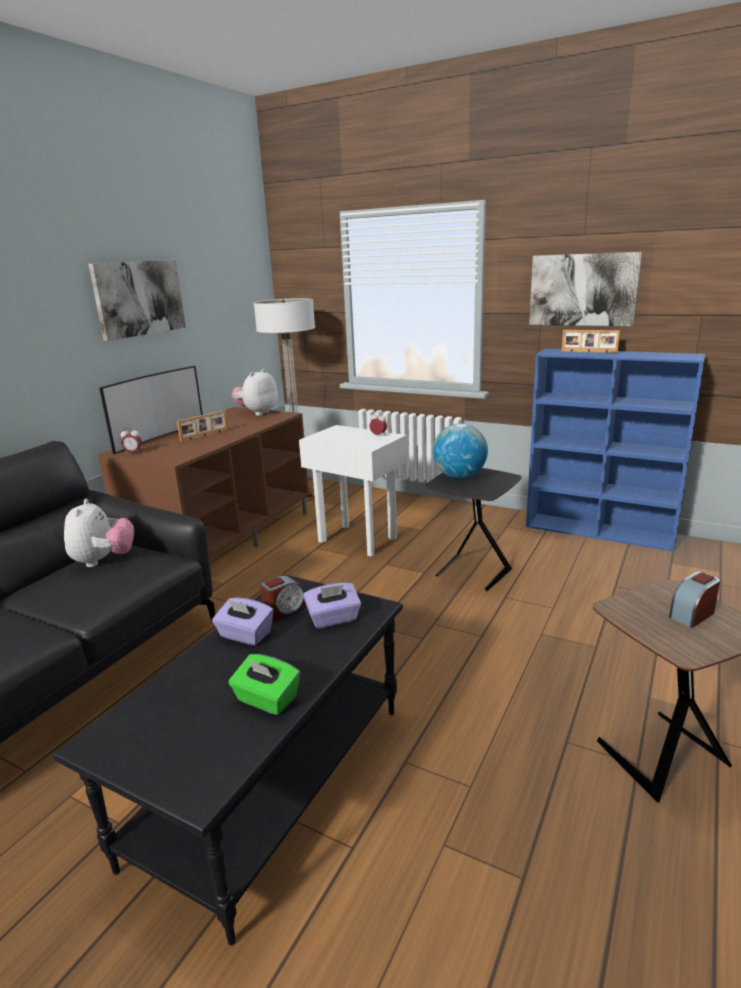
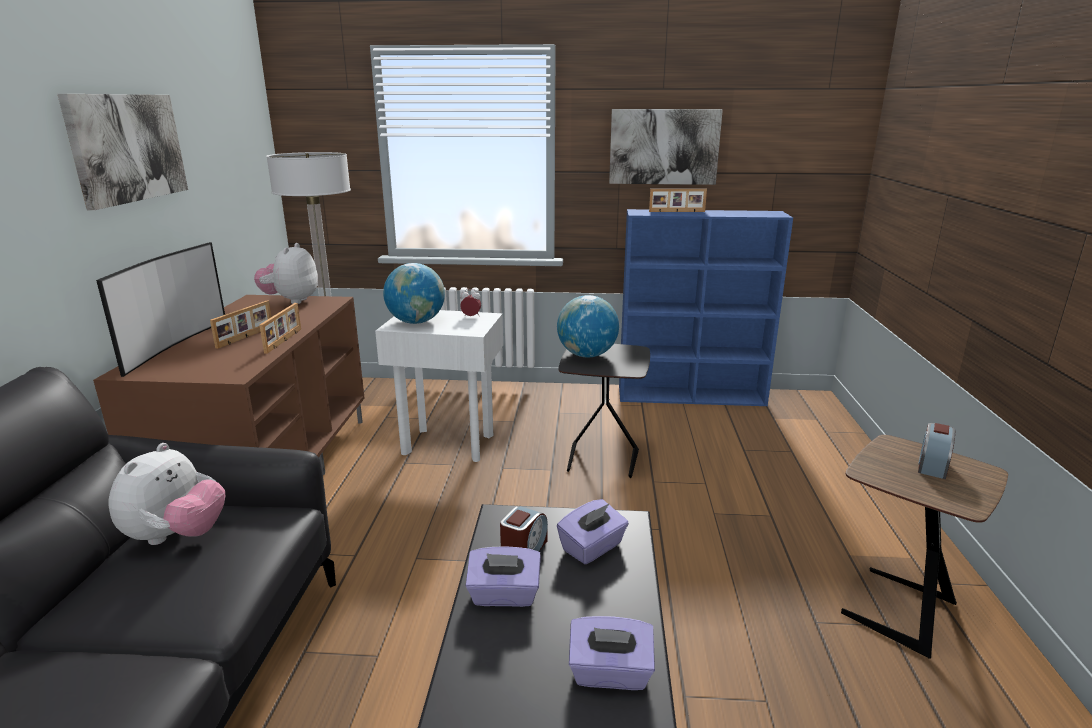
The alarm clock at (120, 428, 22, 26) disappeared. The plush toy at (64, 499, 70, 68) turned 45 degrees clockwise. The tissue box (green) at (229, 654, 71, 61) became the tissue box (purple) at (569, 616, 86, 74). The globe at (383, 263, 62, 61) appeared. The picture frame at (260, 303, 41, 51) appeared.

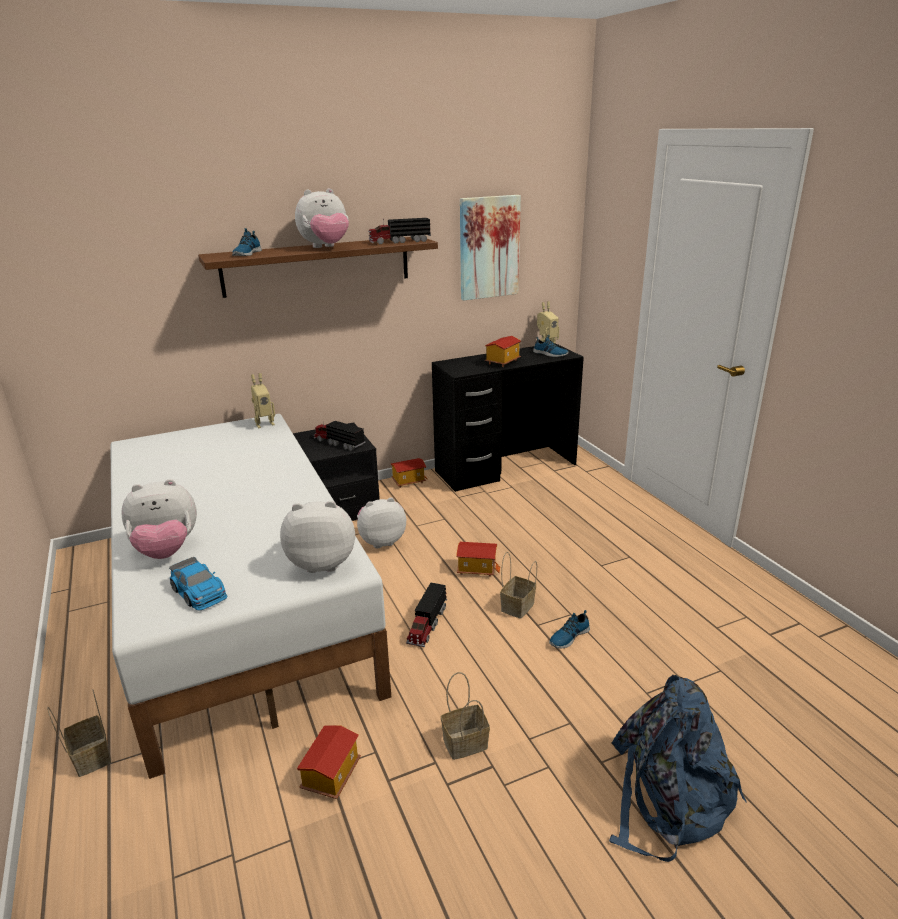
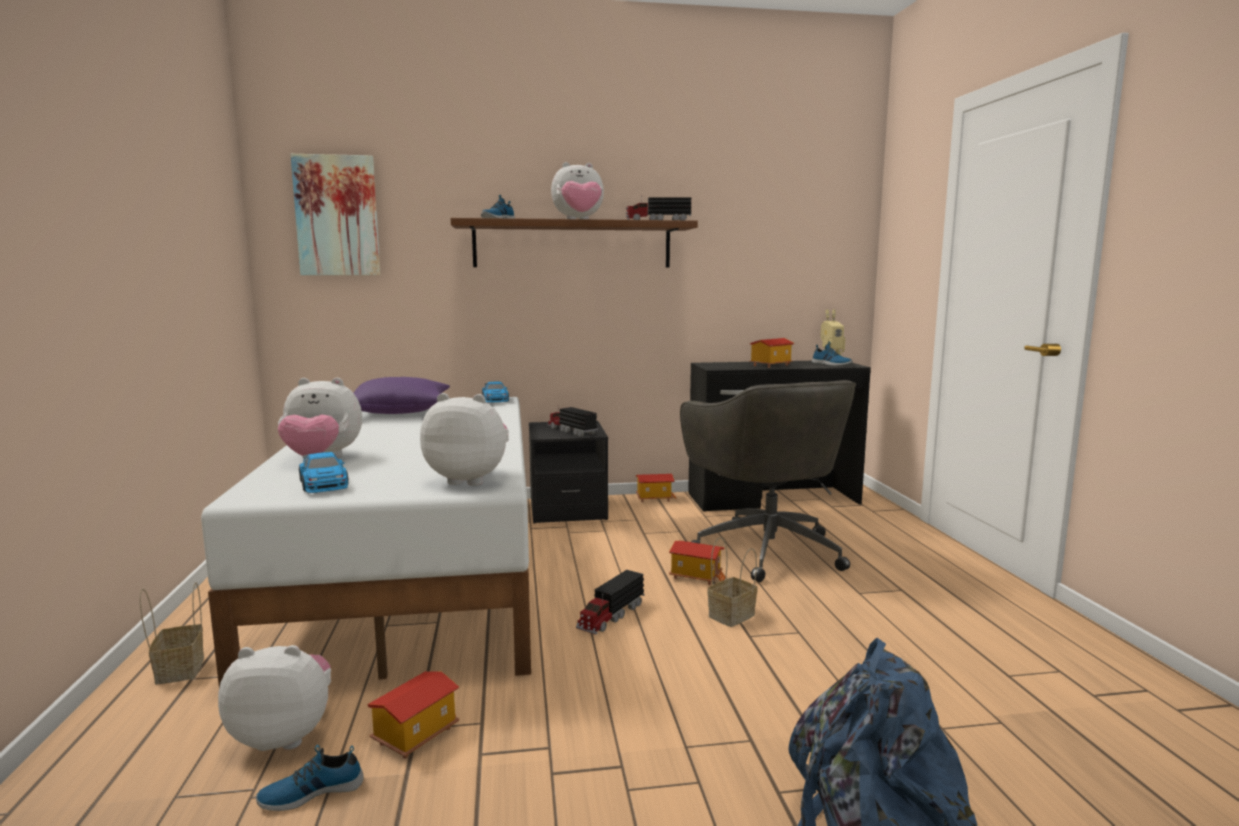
The picture moved from (460, 195, 61, 106) to (290, 154, 91, 121). The toy robot at (251, 373, 24, 55) was replaced by the toy car at (482, 382, 27, 21). The plush toy moved from (357, 497, 49, 51) to (218, 645, 113, 106). The shoe moved from (549, 610, 41, 39) to (256, 745, 108, 66). The basket at (441, 672, 49, 88) disappeared. The pillow (purple) at (354, 377, 96, 37) appeared. The office chair (grey) at (680, 380, 176, 202) appeared.

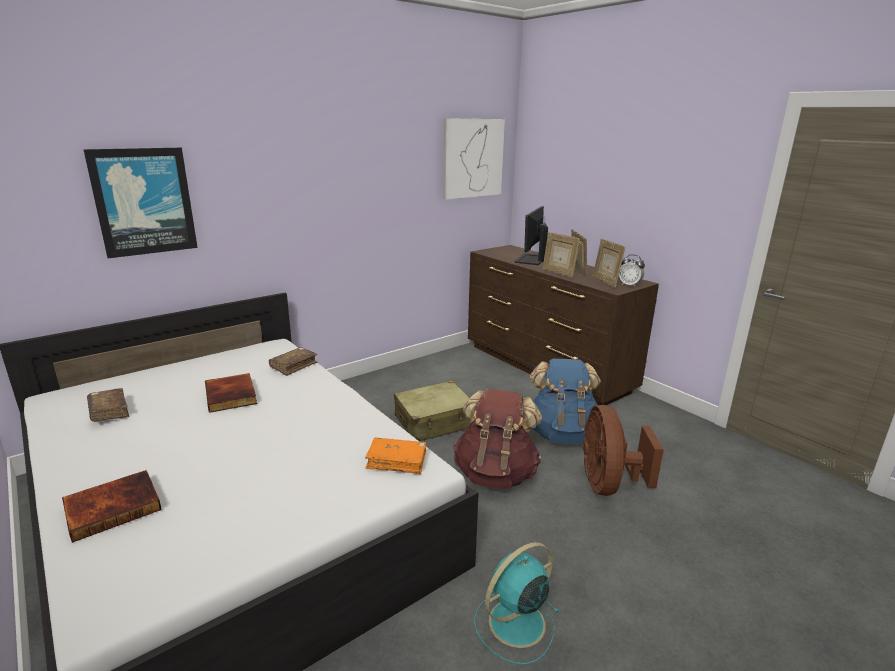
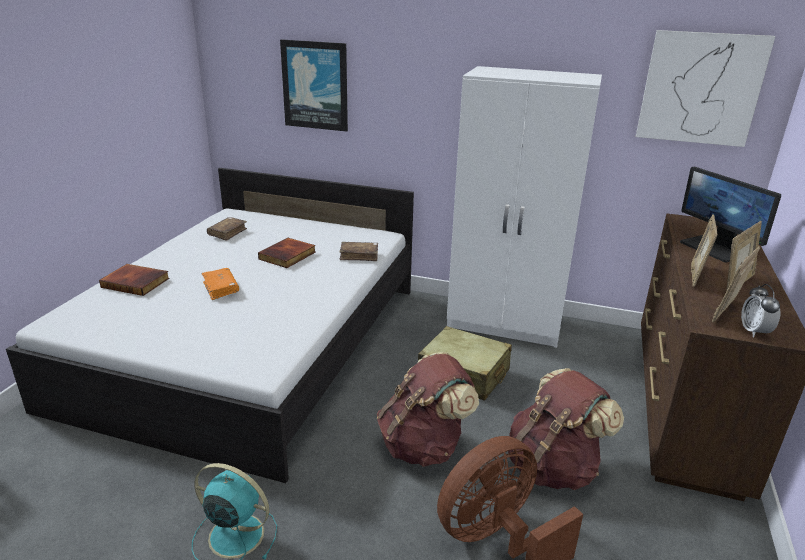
The monitor at (515, 206, 33, 59) turned 105 degrees counterclockwise. The backpack (blue) at (530, 359, 73, 85) became the backpack (brown) at (508, 368, 116, 122). The book (orange) moved from (365, 437, 61, 37) to (202, 268, 37, 32). The wardrobe (white) at (447, 66, 155, 282) appeared.

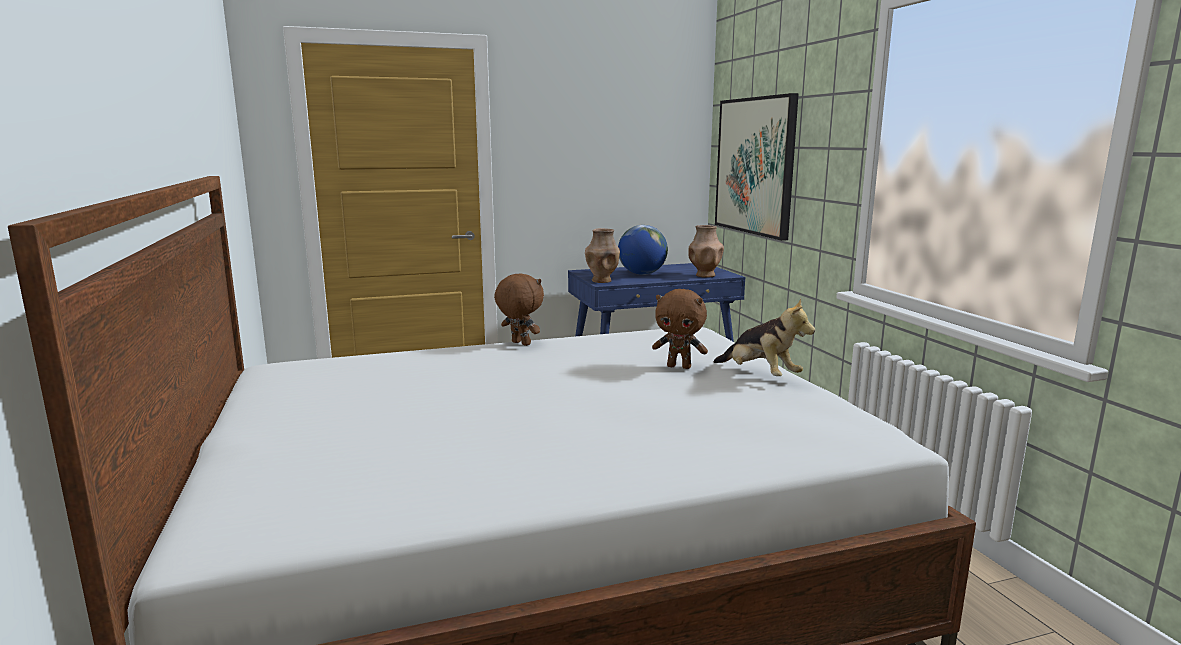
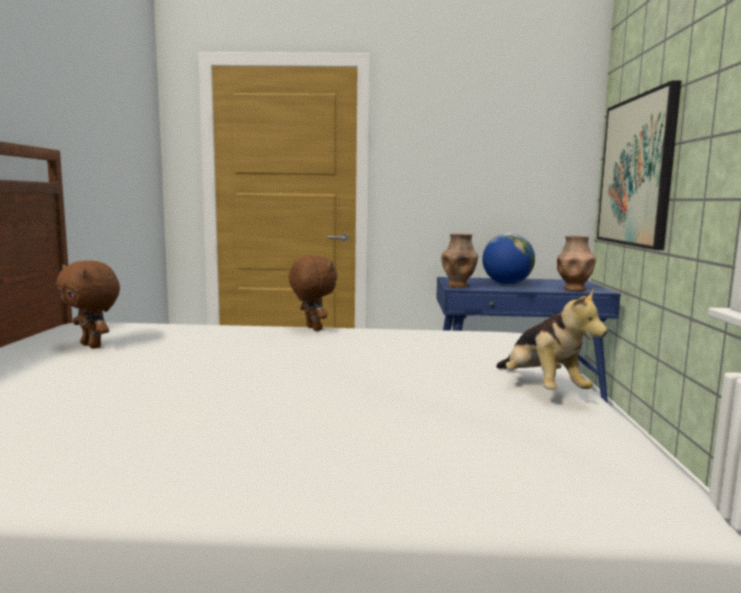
The plush toy (brown) moved from (652, 289, 56, 80) to (56, 260, 64, 89).

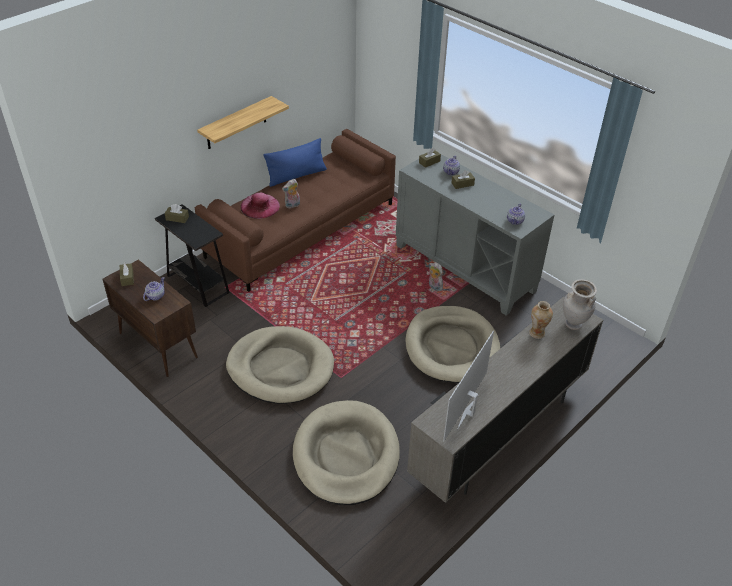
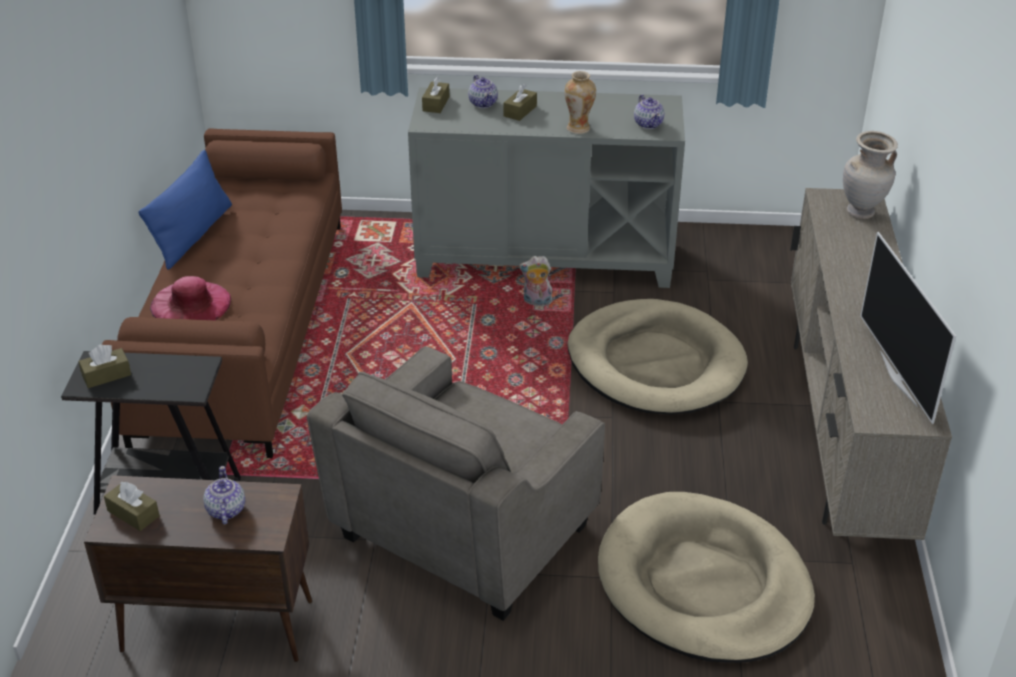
The shelf at (197, 96, 92, 53) disappeared. The plush toy at (282, 179, 18, 29) disappeared. The vase moved from (529, 301, 24, 38) to (564, 71, 32, 63). The dog bed (beige) at (226, 326, 108, 78) was replaced by the armchair (grey) at (307, 346, 298, 275).

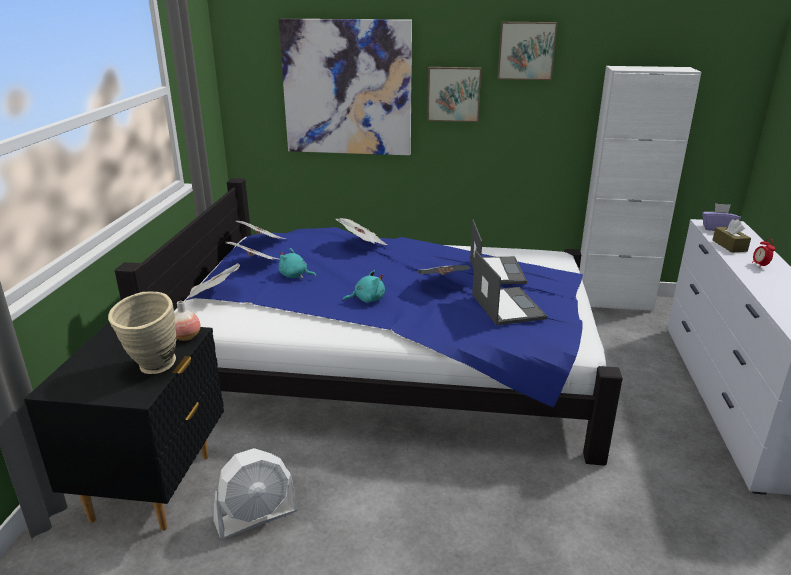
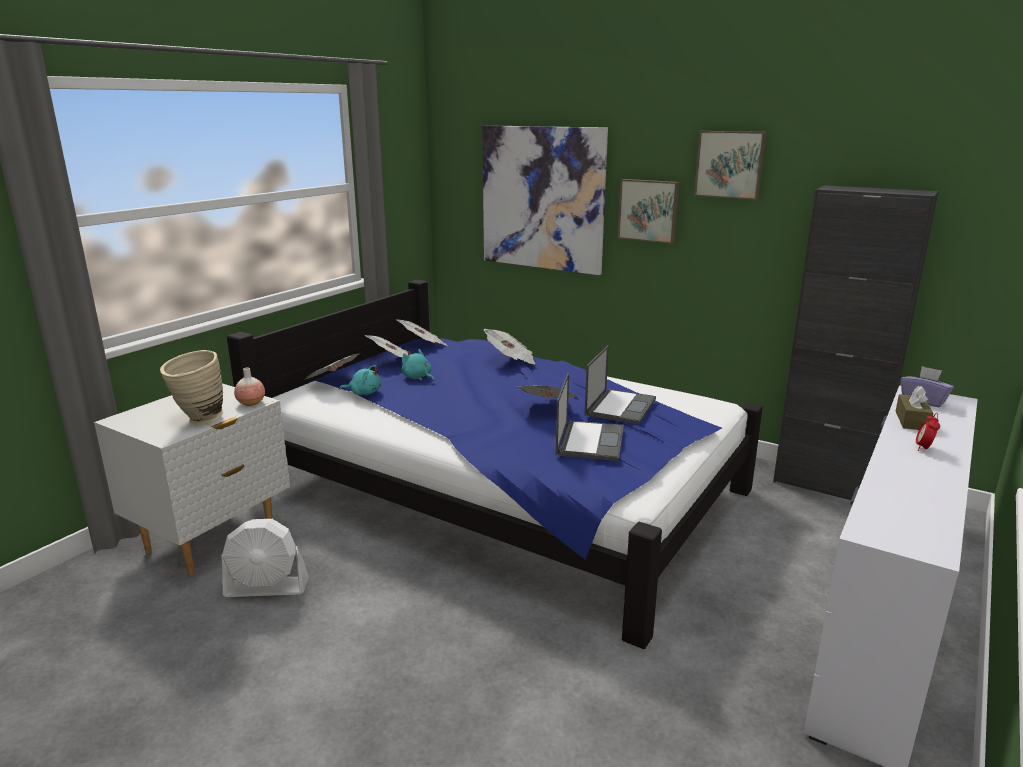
The cabinet (white) at (579, 66, 122, 246) became the cabinet (black) at (773, 185, 166, 315). The plush toy (turquoise) moved from (342, 270, 43, 33) to (339, 365, 42, 30). The nightstand (black) at (24, 322, 200, 209) became the nightstand (white) at (94, 383, 196, 193).

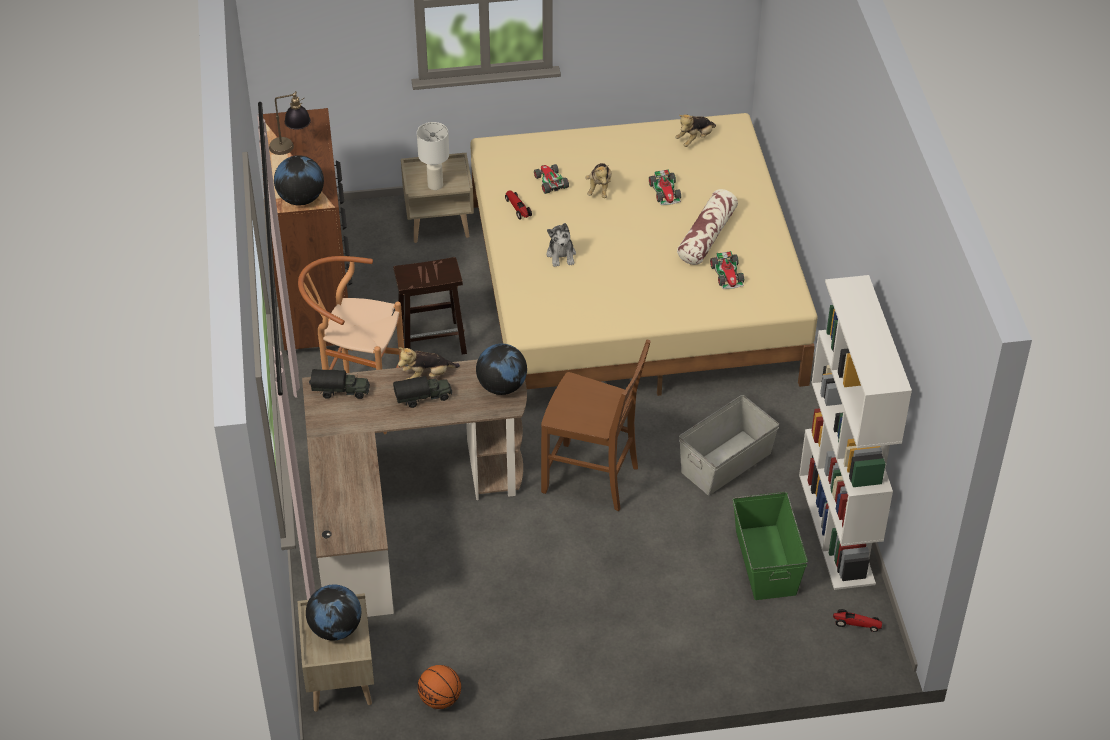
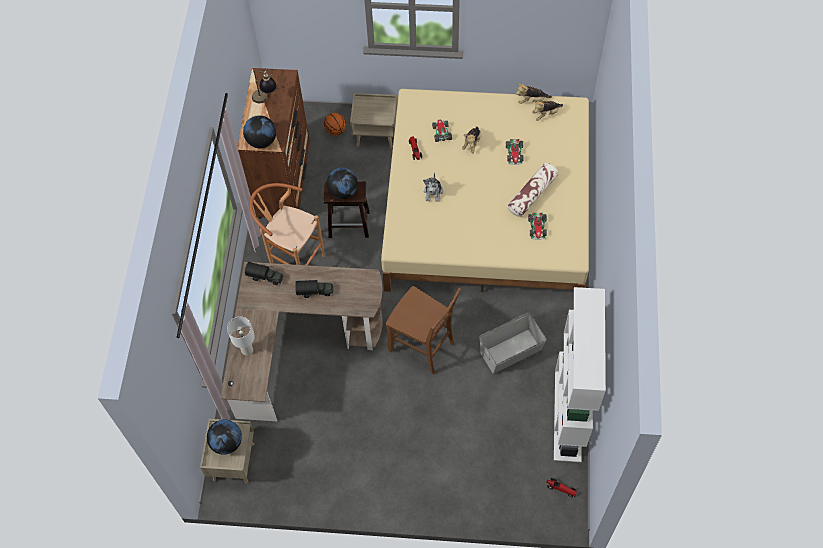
The table lamp (white) moved from (417, 122, 32, 68) to (227, 316, 28, 39). The globe moved from (476, 344, 51, 51) to (326, 168, 32, 31). The plush toy moved from (398, 347, 62, 33) to (516, 83, 36, 21). The storage box (green) at (733, 492, 75, 108) disappeared. The basketball moved from (418, 665, 43, 44) to (324, 113, 22, 23).

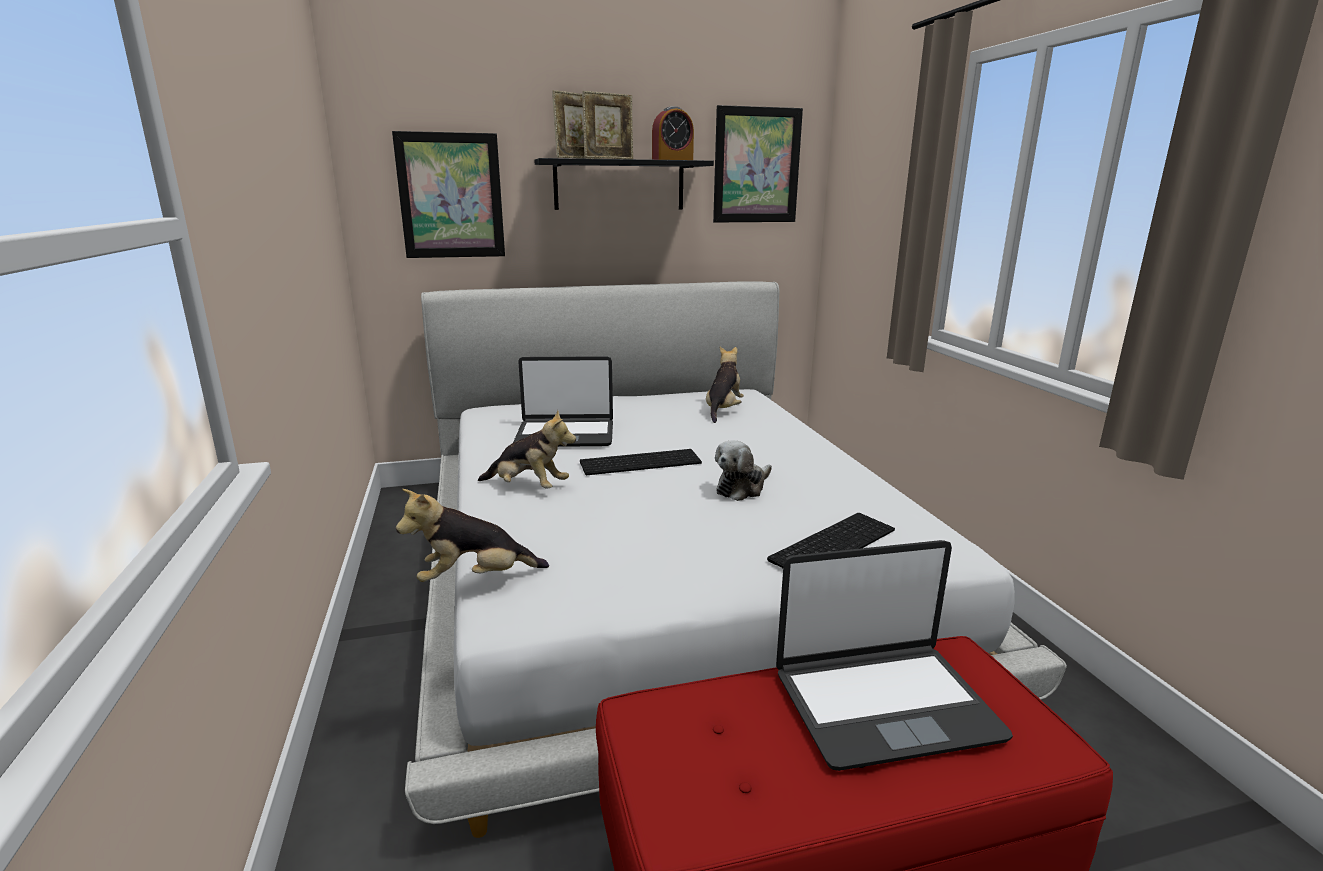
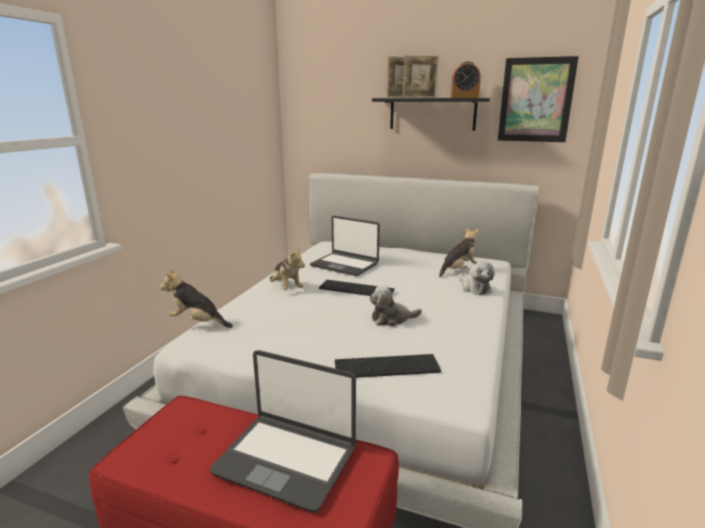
The picture at (392, 131, 113, 127) disappeared. The plush toy at (459, 262, 36, 33) appeared.

